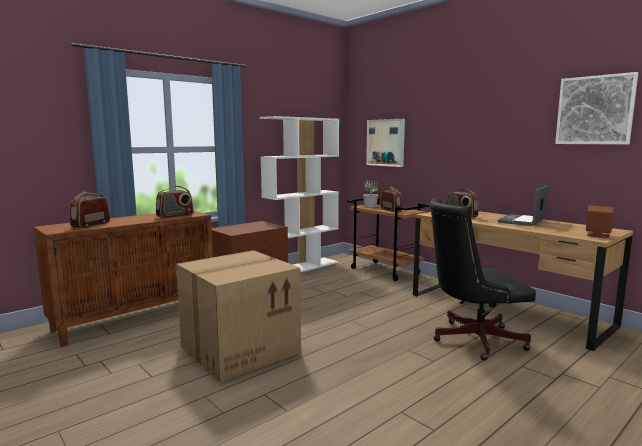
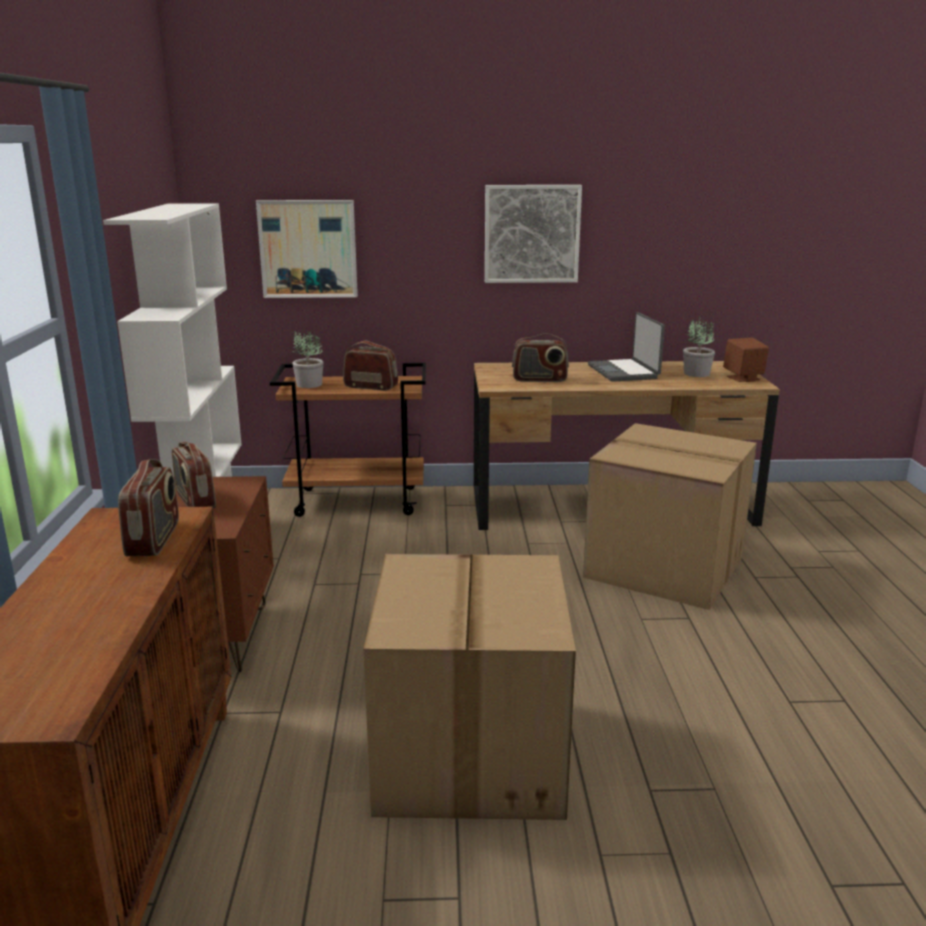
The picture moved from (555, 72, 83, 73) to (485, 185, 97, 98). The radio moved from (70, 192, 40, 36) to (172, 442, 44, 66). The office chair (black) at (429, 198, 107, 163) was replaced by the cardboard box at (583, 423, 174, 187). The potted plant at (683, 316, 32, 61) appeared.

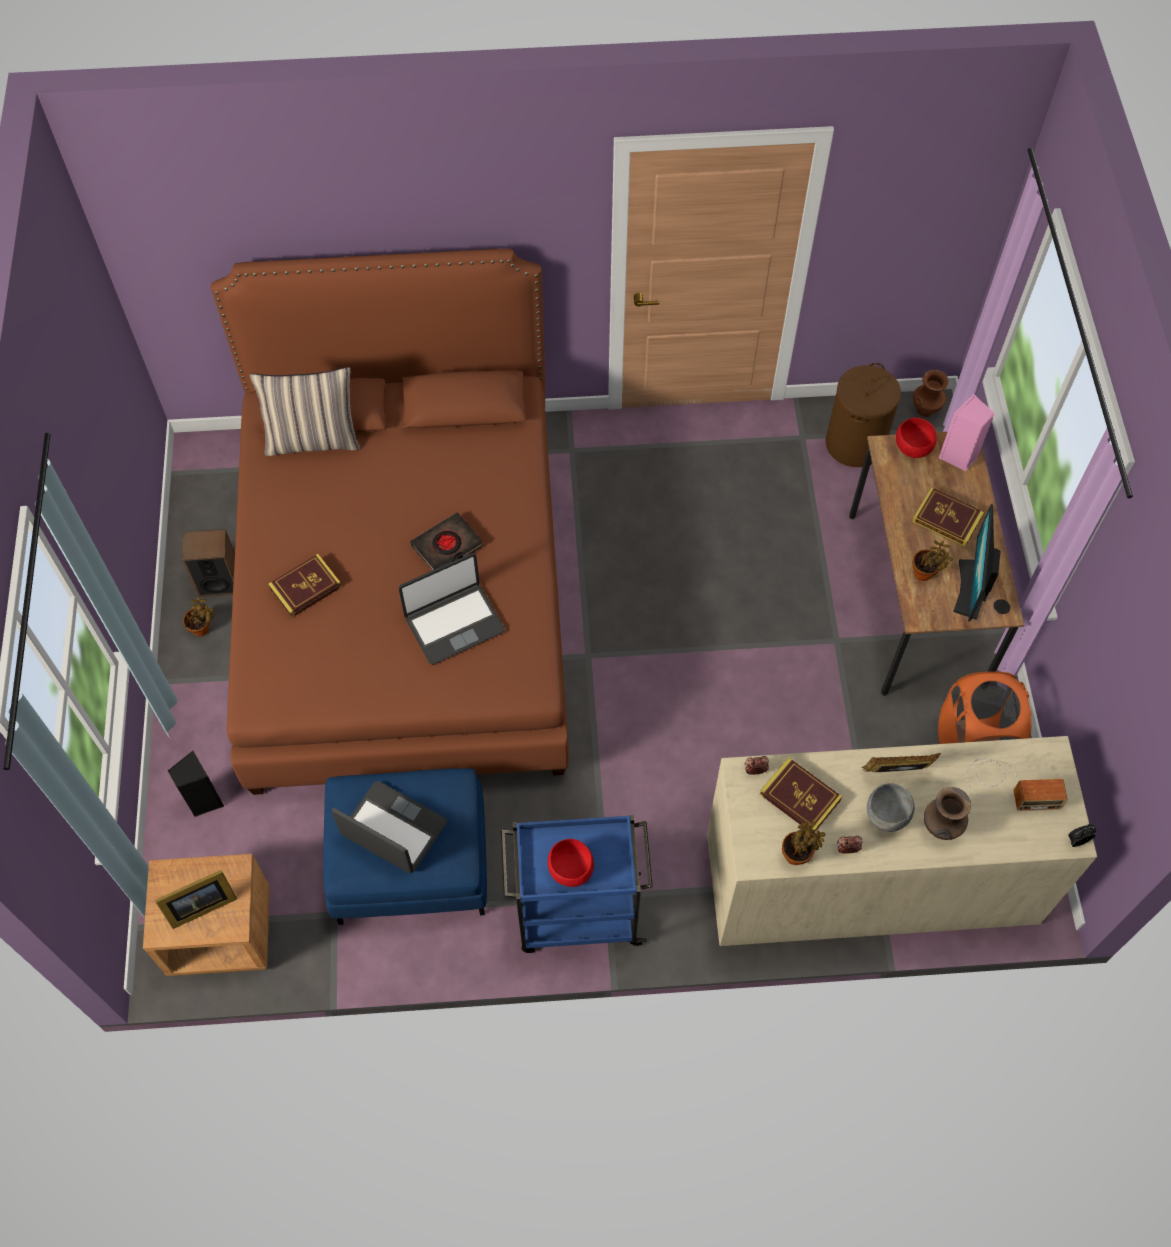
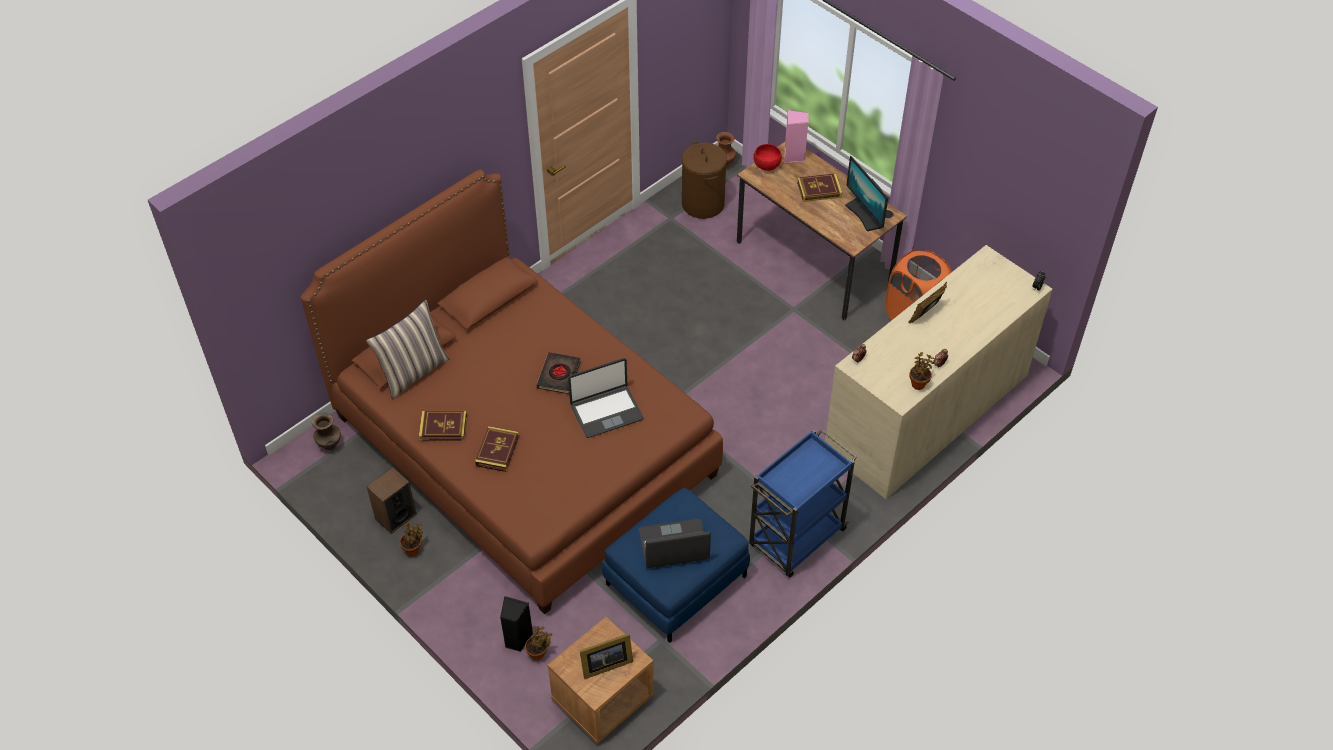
The potted plant moved from (912, 541, 41, 40) to (525, 626, 27, 34). The laptop at (399, 553, 106, 112) turned 45 degrees clockwise. The book moved from (760, 757, 82, 75) to (419, 411, 48, 30). The radio at (967, 758, 101, 53) disappeared. The bowl (grey) at (867, 783, 48, 49) disappeared. The vase (brown) moved from (924, 787, 47, 53) to (312, 412, 29, 38). The bowl (red) at (548, 839, 46, 48) disappeared. The picture frame at (155, 870, 82, 59) turned 45 degrees clockwise.

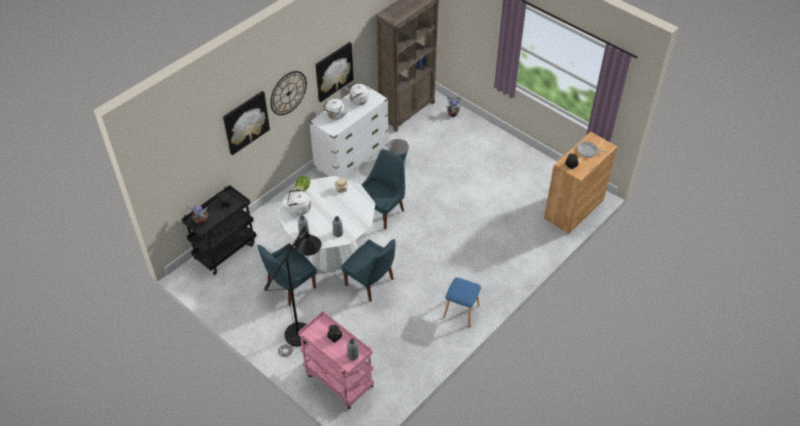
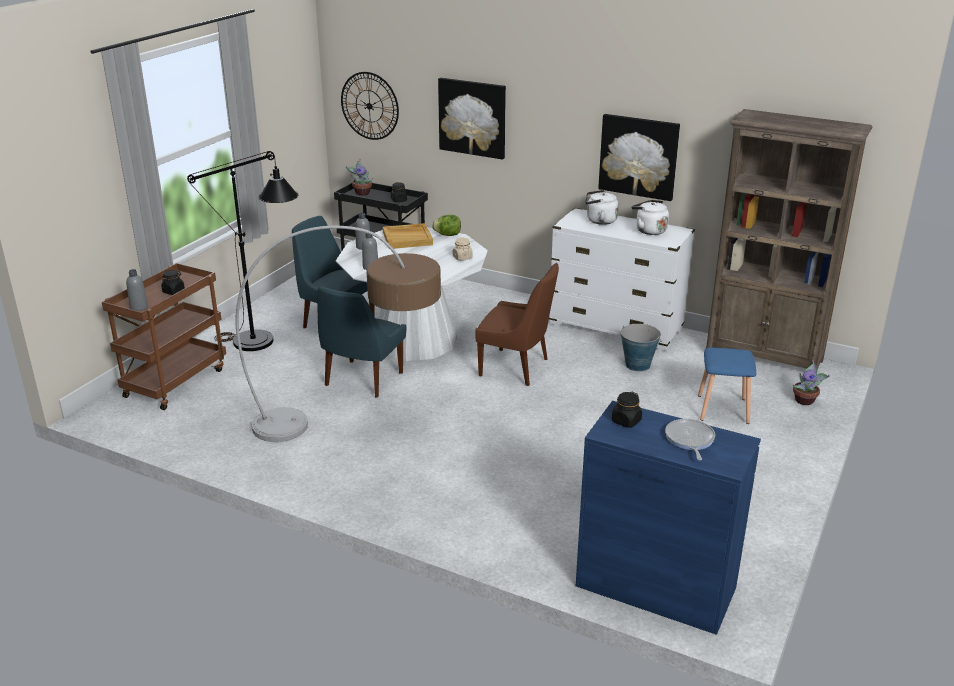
The wall clock moved from (270, 71, 37, 44) to (341, 72, 58, 68). The cabinet (brown) at (544, 132, 73, 102) became the cabinet (blue) at (576, 401, 185, 234). The chair (blue) at (361, 149, 44, 80) became the chair (brown) at (475, 263, 84, 123). The kettle (white) at (287, 190, 24, 25) was replaced by the tray (beige) at (383, 223, 50, 26). The stool (blue) moved from (443, 277, 38, 50) to (698, 347, 58, 77). The cart (pink) at (298, 311, 76, 98) became the cart (brown) at (102, 263, 124, 147). The floor lamp at (235, 226, 206, 216) appeared.

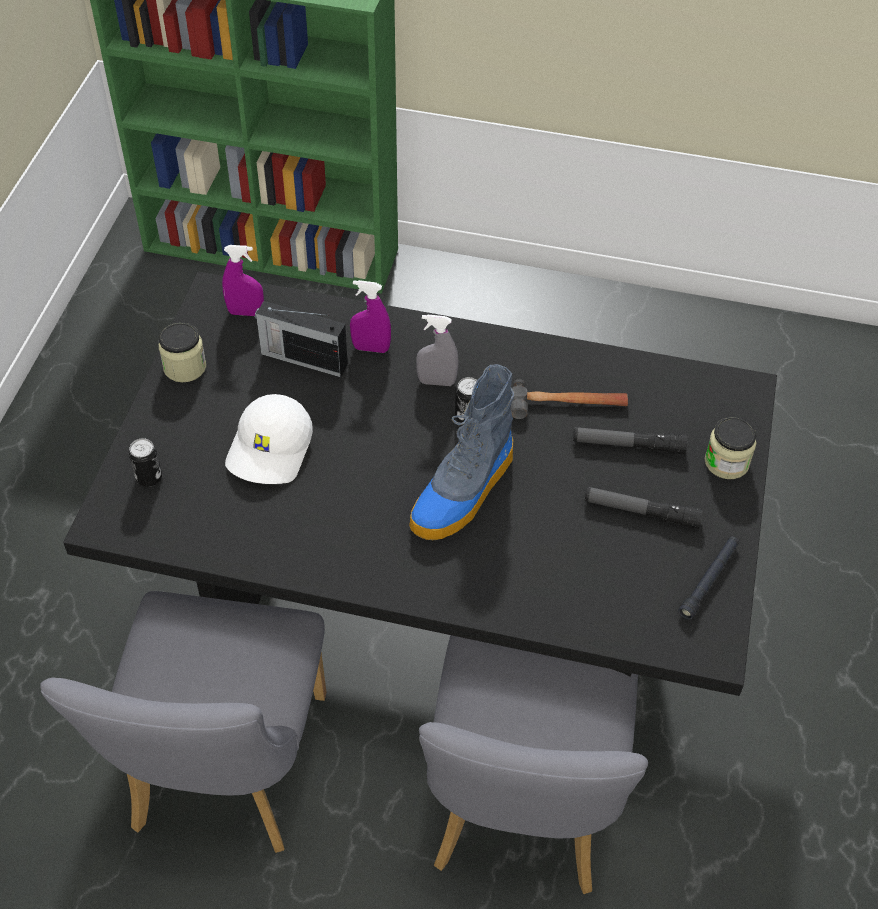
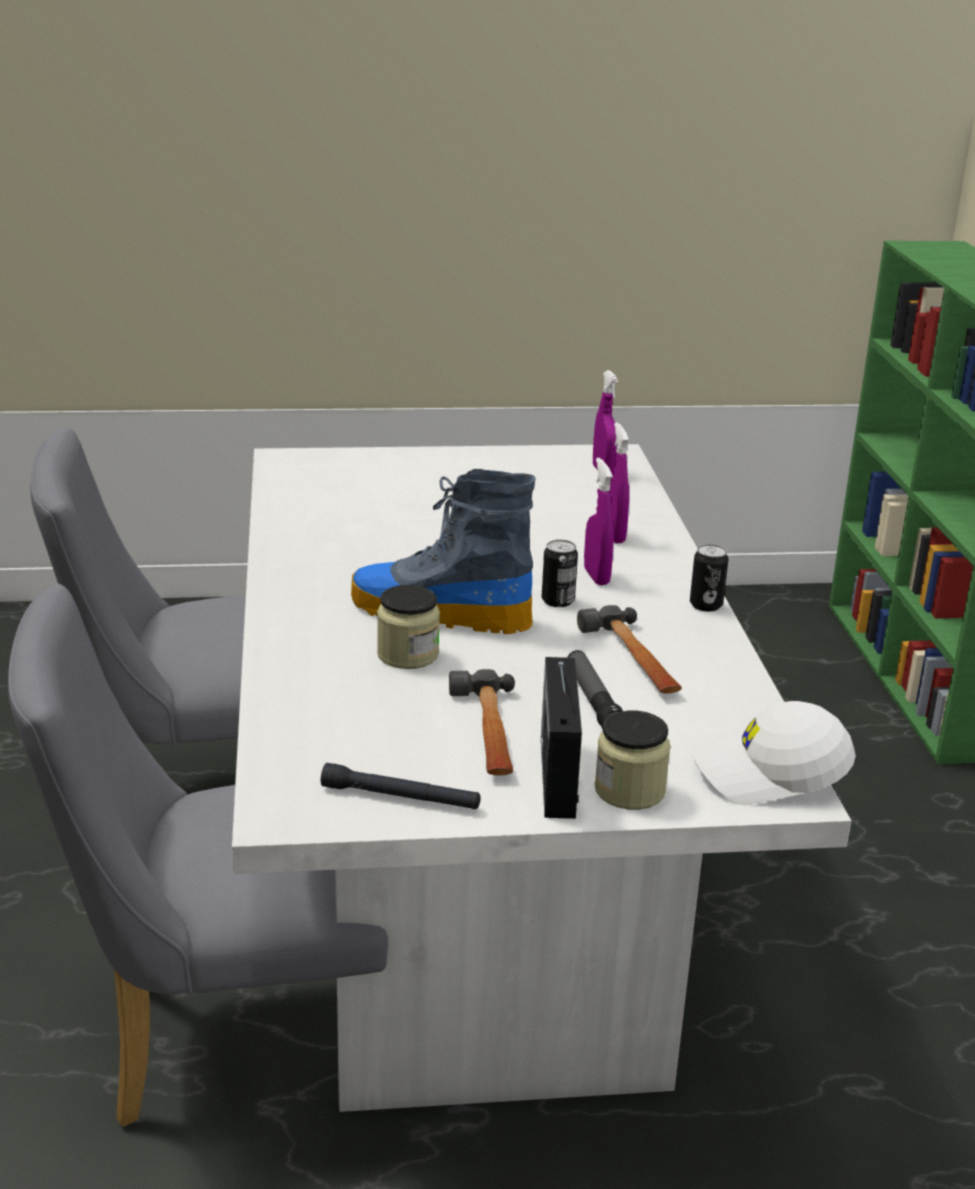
The dining table (black) at (63, 271, 714, 425) became the dining table (white) at (232, 444, 619, 668). The radio moved from (255, 301, 93, 76) to (541, 657, 41, 162). The spray bottle (grey) at (416, 314, 42, 72) became the spray bottle (purple) at (584, 458, 30, 127). The jar moved from (159, 323, 47, 59) to (377, 585, 63, 84). The cap (white) moved from (225, 394, 88, 90) to (692, 701, 164, 104). The can moved from (129, 438, 33, 49) to (690, 544, 38, 68). The flashlight at (585, 487, 118, 42) was replaced by the hammer at (449, 669, 66, 106).

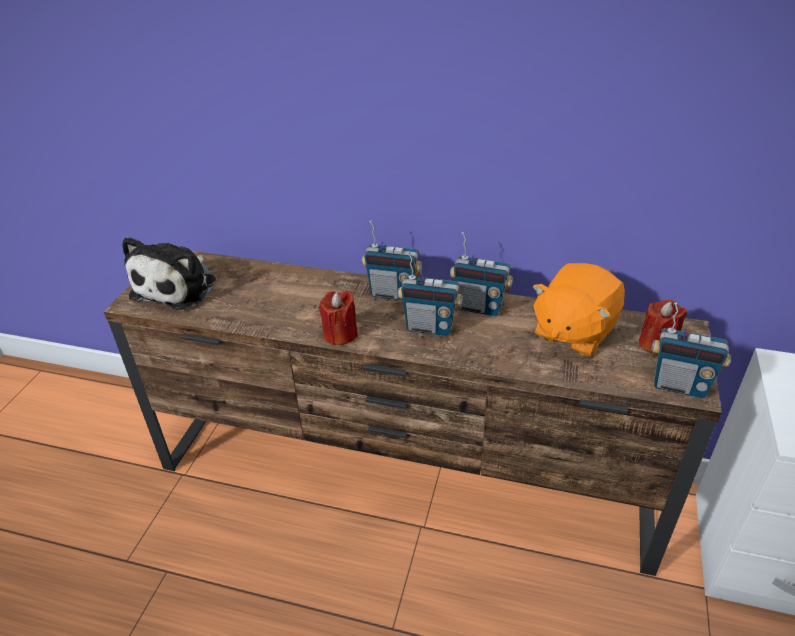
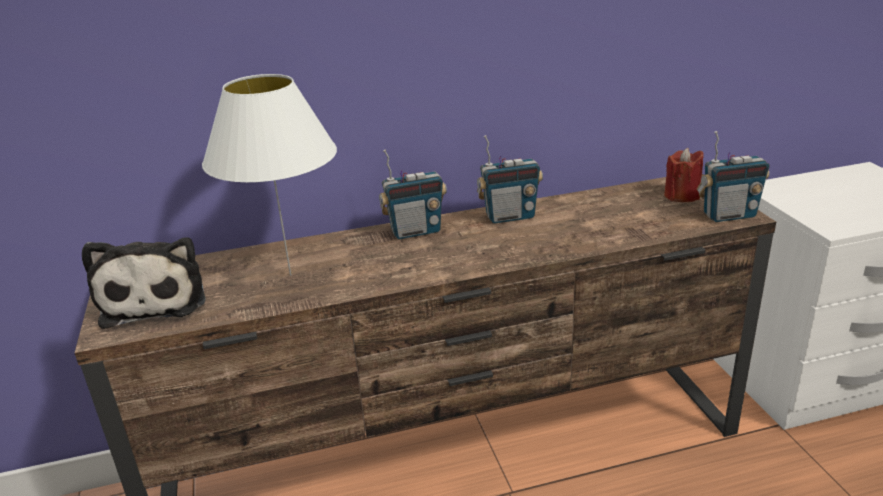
The radio at (398, 251, 65, 85) disappeared. The plush toy (orange) at (533, 263, 92, 93) disappeared. The candle (red) at (319, 291, 39, 55) disappeared. The table lamp (white) at (202, 74, 135, 202) appeared.

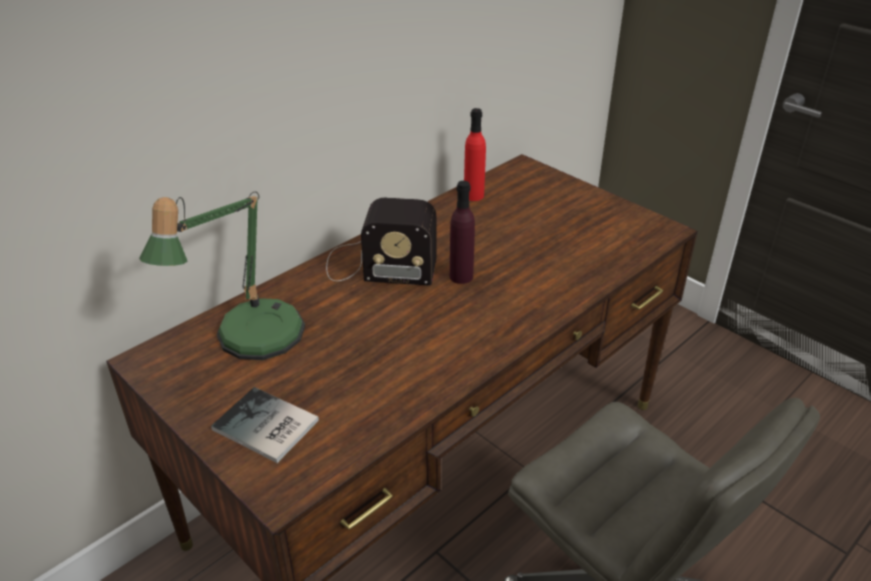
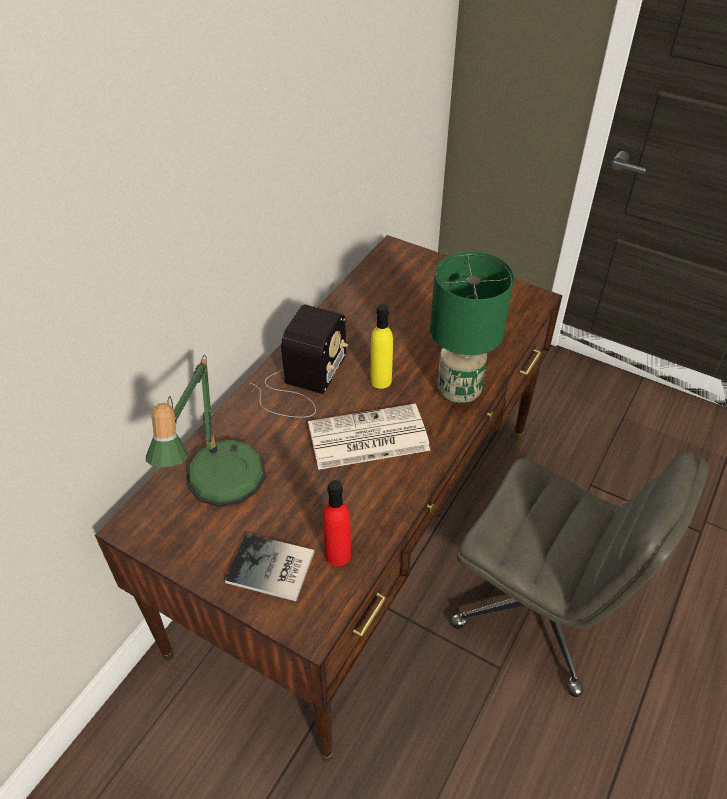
The bottle (red) moved from (464, 108, 22, 93) to (323, 480, 28, 86). The bottle (purple) at (450, 181, 25, 103) became the bottle (yellow) at (370, 304, 23, 85). The radio at (326, 198, 110, 88) turned 60 degrees counterclockwise. The table lamp (green) at (430, 251, 84, 153) appeared. The newspaper at (308, 404, 123, 66) appeared.

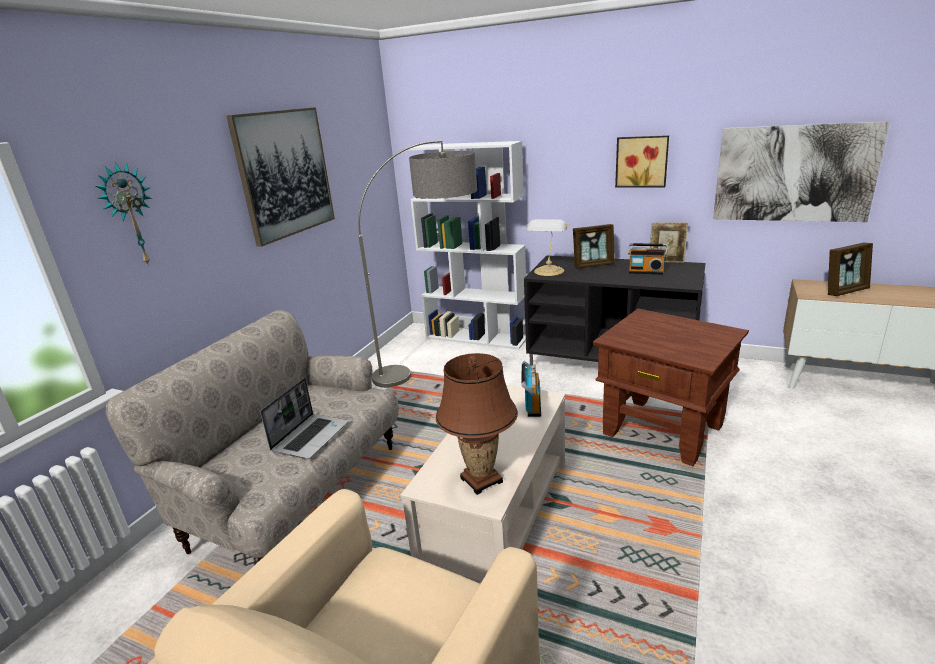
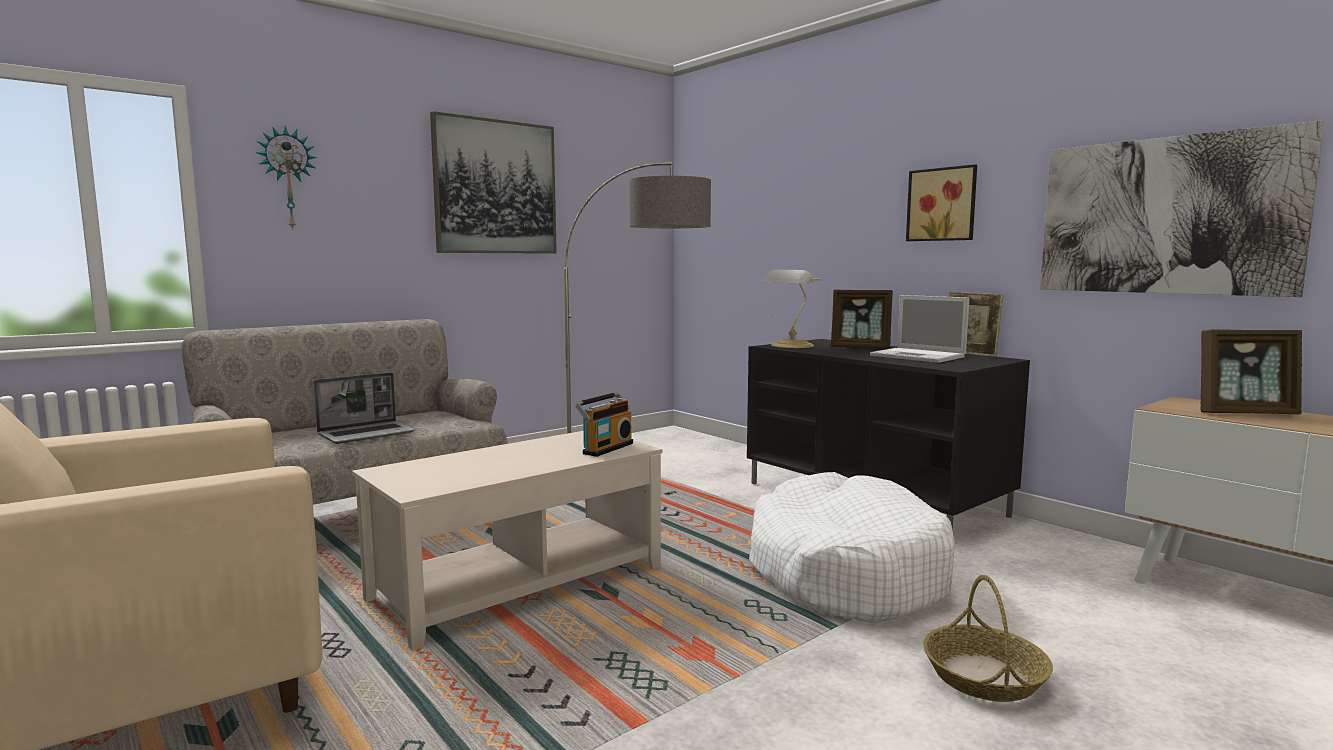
The bookcase (white) at (405, 141, 121, 208) disappeared. The radio at (628, 243, 39, 31) was replaced by the laptop at (870, 295, 99, 68). The side table (brown) at (593, 309, 156, 157) was replaced by the dog bed (white) at (749, 472, 206, 151). The table lamp (brown) at (436, 353, 82, 142) disappeared. The basket at (923, 575, 130, 127) appeared.

